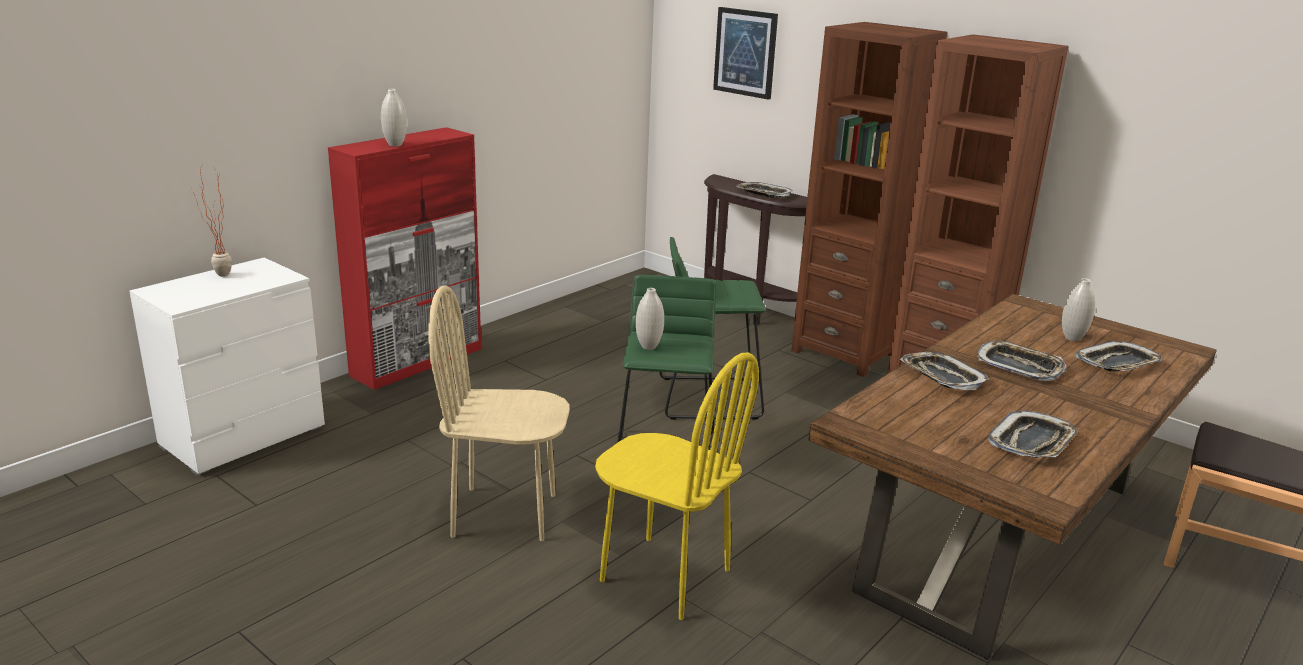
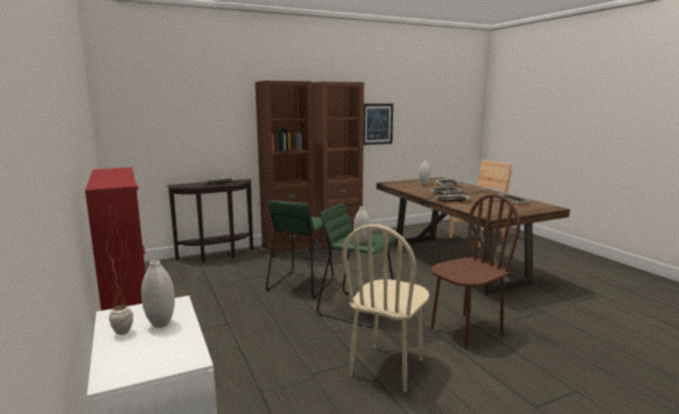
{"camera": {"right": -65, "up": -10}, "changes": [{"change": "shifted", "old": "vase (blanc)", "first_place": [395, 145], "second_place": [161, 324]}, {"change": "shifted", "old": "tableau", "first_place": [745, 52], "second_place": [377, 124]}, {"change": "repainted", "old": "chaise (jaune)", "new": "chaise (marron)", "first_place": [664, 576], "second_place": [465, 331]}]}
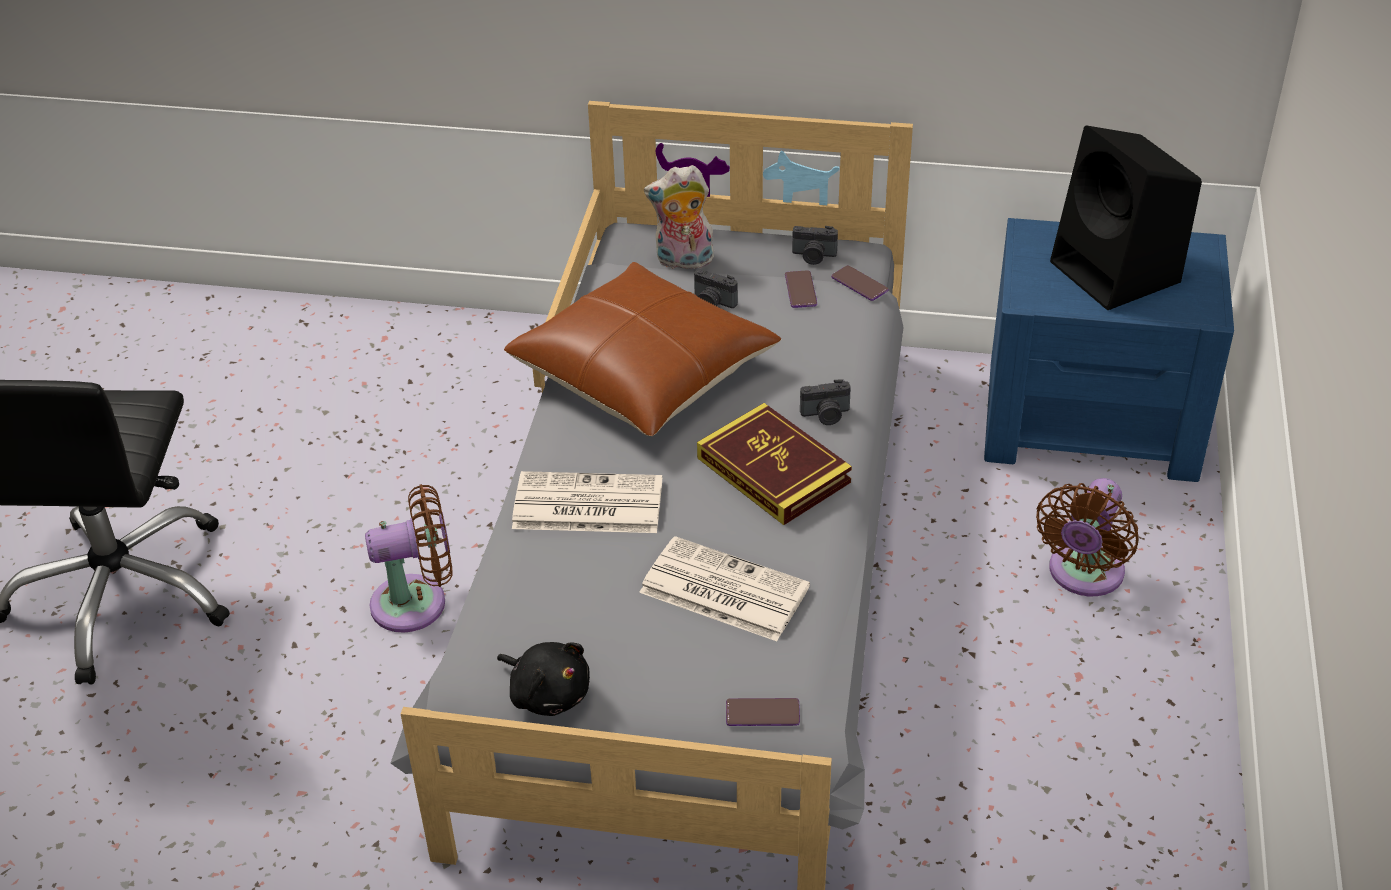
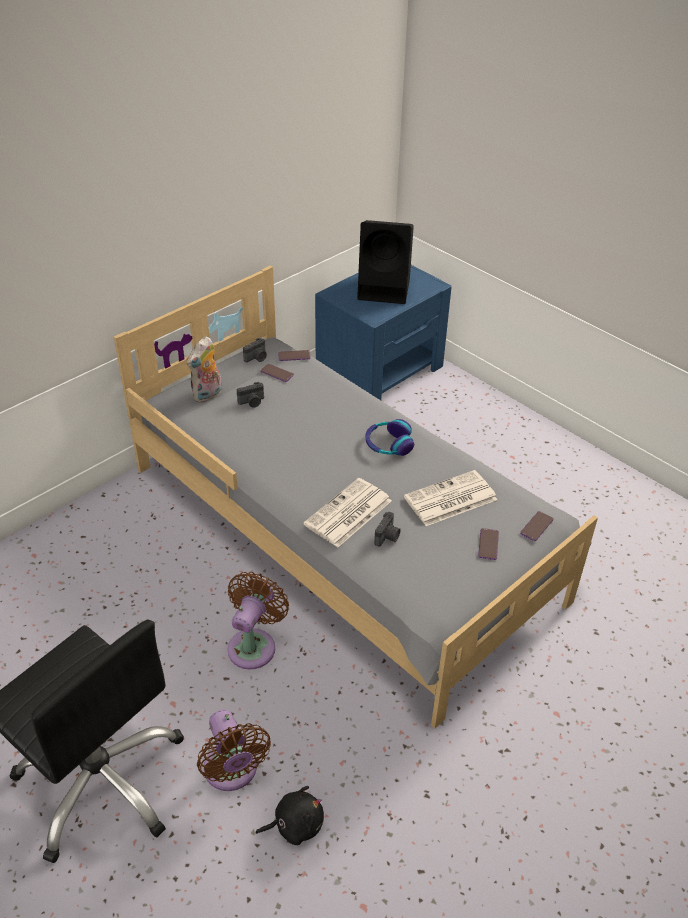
{"camera": {"right": -55, "up": 0}, "changes": [{"change": "gone", "old": "coussin (marron)", "first_place": [643, 371]}, {"change": "new", "new": "téléphone", "second_place": [488, 544]}, {"change": "shifted", "old": "peluche (noir)", "first_place": [547, 693], "second_place": [295, 824]}, {"change": "shifted", "old": "appareil photo", "first_place": [826, 415], "second_place": [387, 537]}, {"change": "shifted", "old": "ventilateur (marron)", "first_place": [1083, 575], "second_place": [232, 772]}, {"change": "swapped", "old": "livre", "new": "casque audio", "first_place": [773, 470], "second_place": [388, 444]}]}
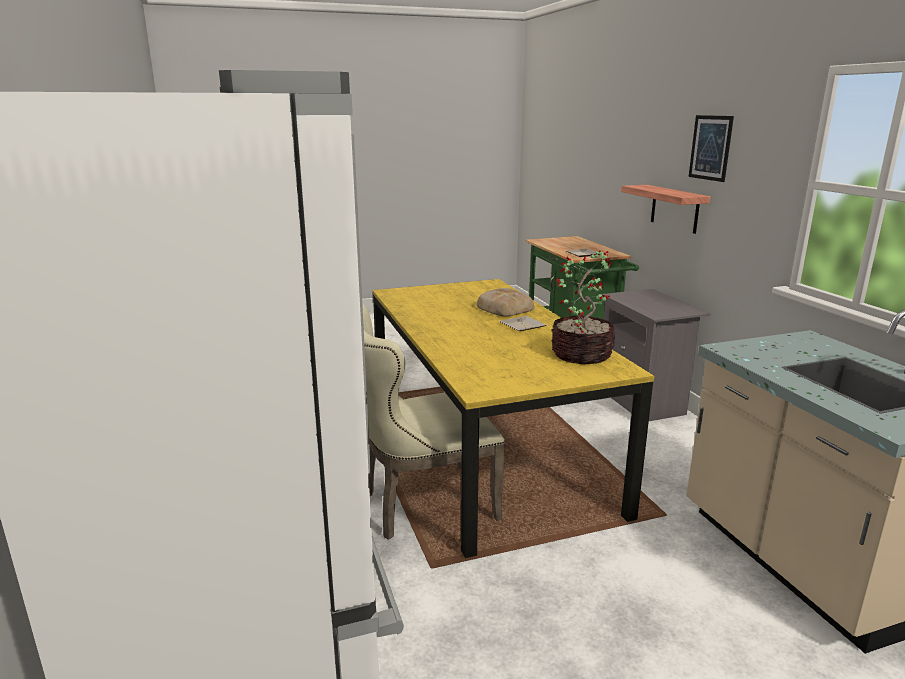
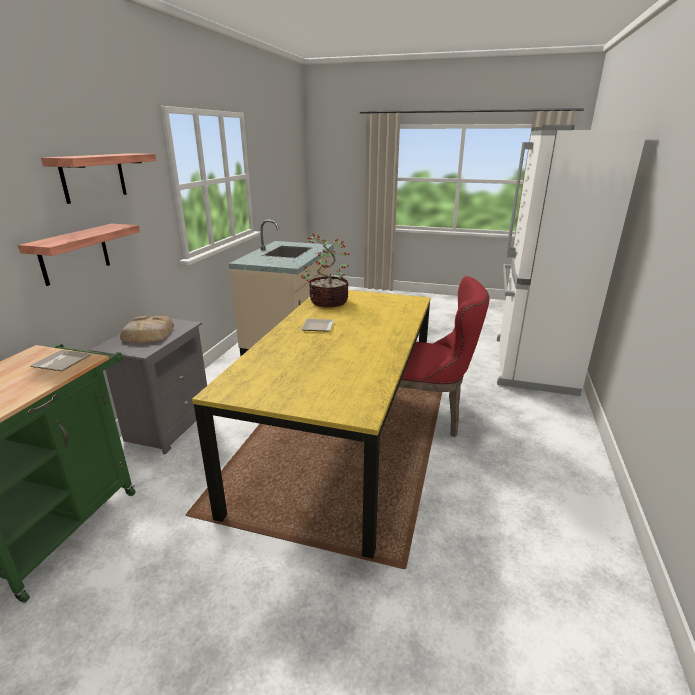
{"camera": {"right": -145, "up": 5}, "changes": [{"change": "shifted", "old": "pain", "first_place": [504, 308], "second_place": [147, 334]}, {"change": "swapped", "old": "tableau", "new": "étagère", "first_place": [710, 148], "second_place": [93, 177]}, {"change": "repainted", "old": "chaise (beige)", "new": "chaise (rouge)", "first_place": [420, 505], "second_place": [424, 416]}]}
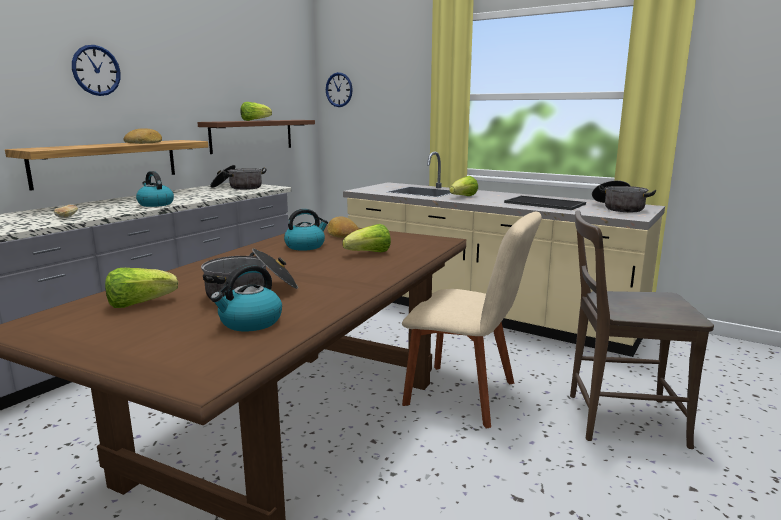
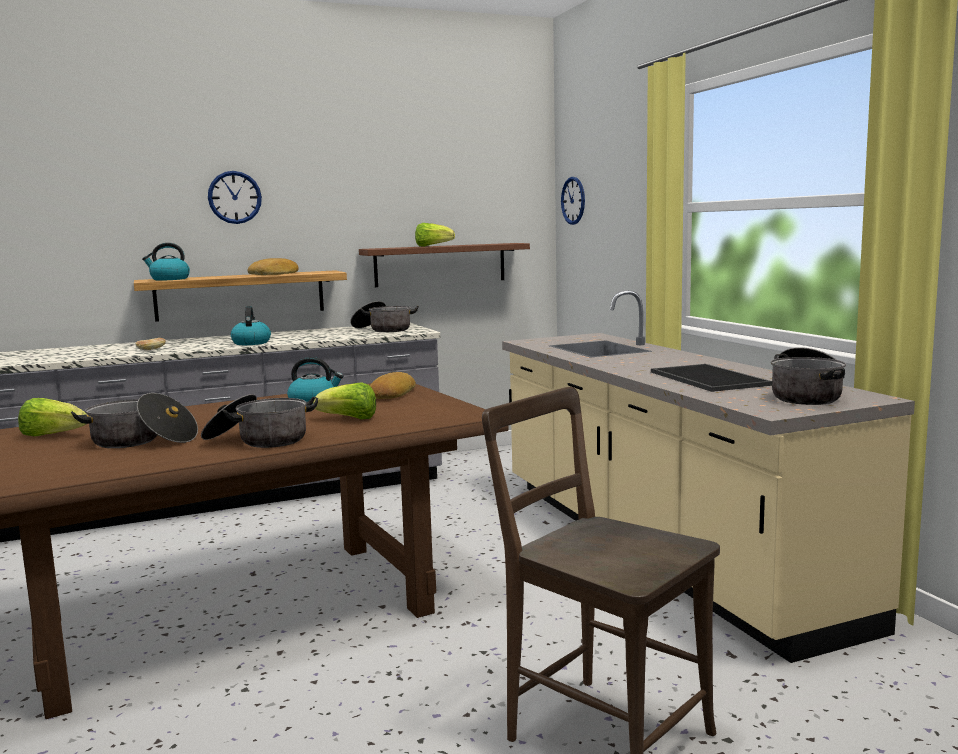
{"camera": {"right": 35, "up": -5}, "changes": [{"change": "gone", "old": "chaise (beige)", "first_place": [466, 395]}, {"change": "gone", "old": "laitue", "first_place": [463, 197]}, {"change": "new", "new": "marmite", "second_place": [258, 440]}, {"change": "shifted", "old": "bouilloire", "first_place": [250, 322], "second_place": [169, 279]}]}
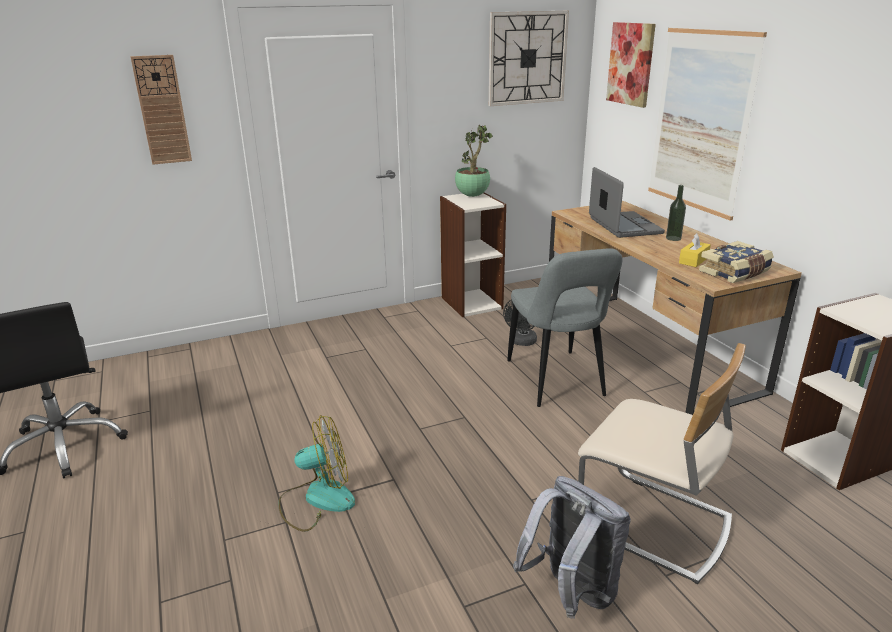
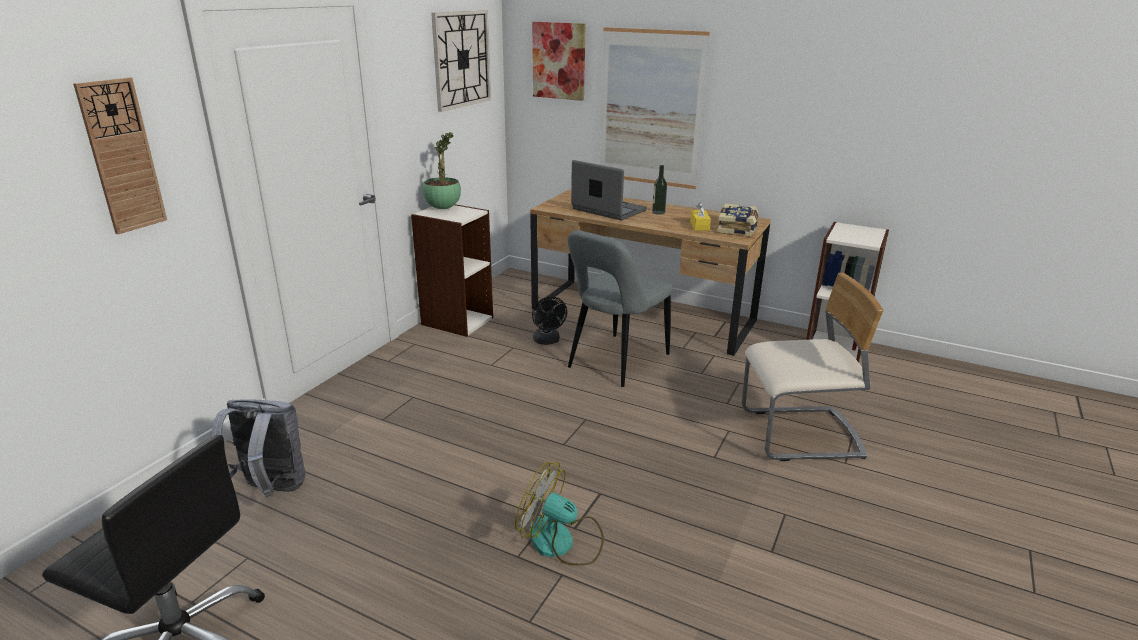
{"camera": {"right": -40, "up": 0}, "changes": [{"change": "shifted", "old": "sac à dos (gris)", "first_place": [571, 593], "second_place": [269, 491]}, {"change": "rotated", "old": "ventilateur", "first_place": [317, 499], "second_place": [561, 542], "degrees": -105}, {"change": "rotated", "old": "chaise (gris)", "first_place": [557, 381], "second_place": [615, 362], "degrees": 90}]}
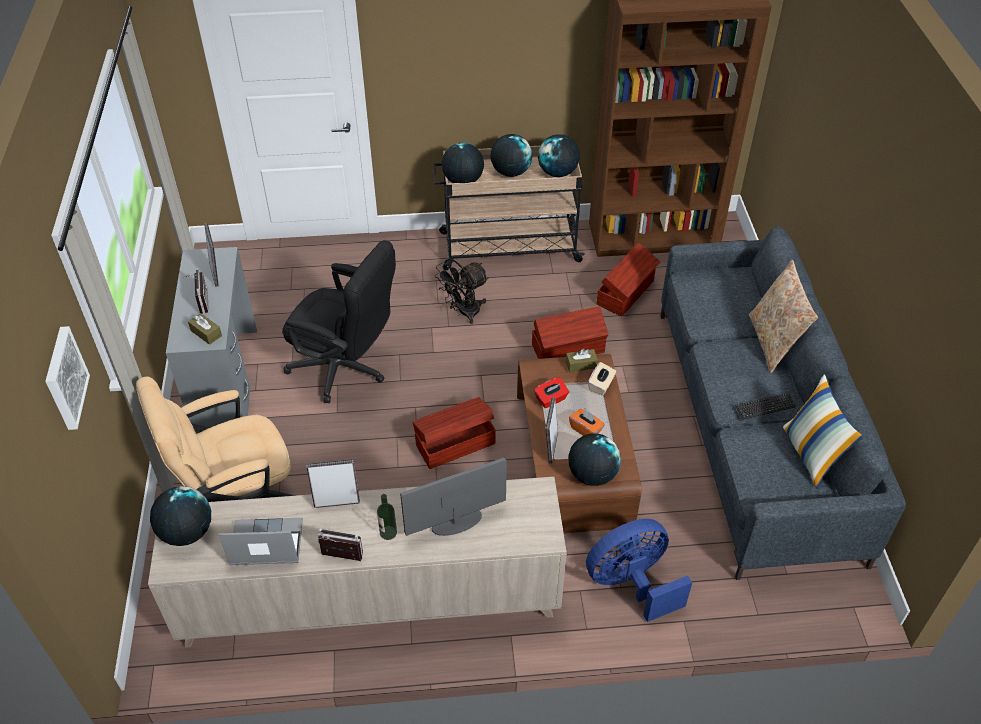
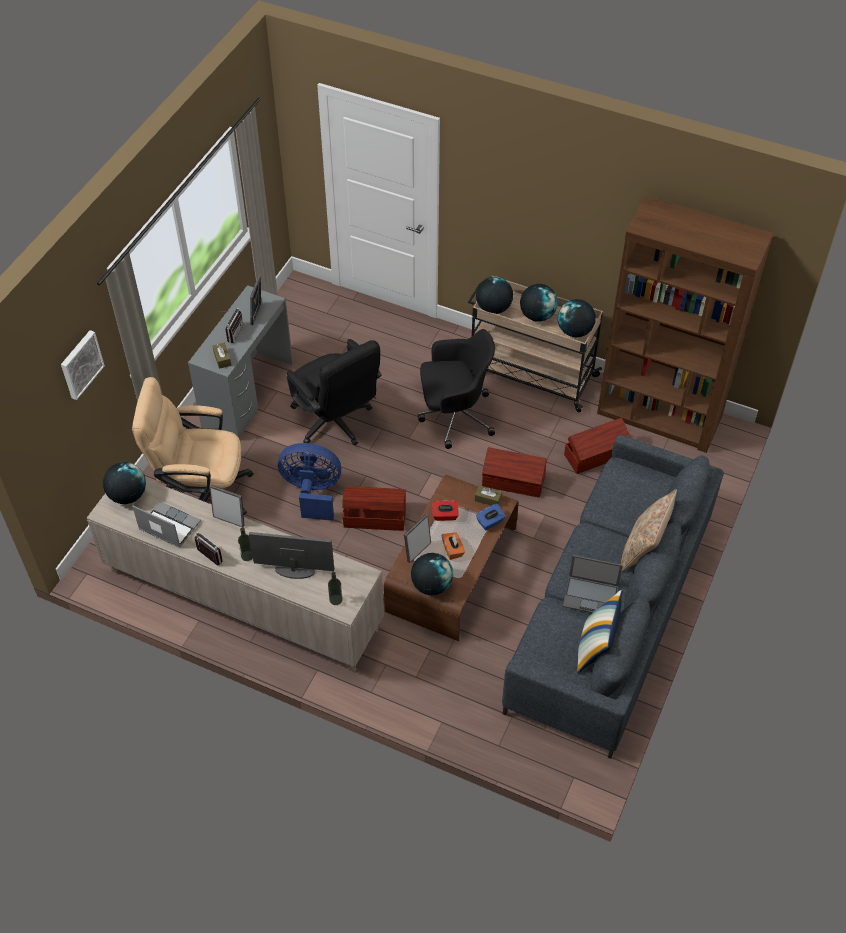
{"camera": {"right": 30, "up": 5}, "changes": [{"change": "new", "new": "bouteille", "second_place": [336, 599]}, {"change": "shifted", "old": "ventilateur (bleu)", "first_place": [631, 584], "second_place": [312, 493]}, {"change": "swapped", "old": "ventilateur (noir)", "new": "chaise de bureau (noir)", "first_place": [464, 312], "second_place": [454, 416]}, {"change": "swapped", "old": "clavier", "new": "ordinateur portable", "first_place": [765, 407], "second_place": [591, 596]}, {"change": "repainted", "old": "boîte à mouchoirs (beige)", "new": "boîte à mouchoirs (bleu)", "first_place": [601, 385], "second_place": [490, 522]}]}
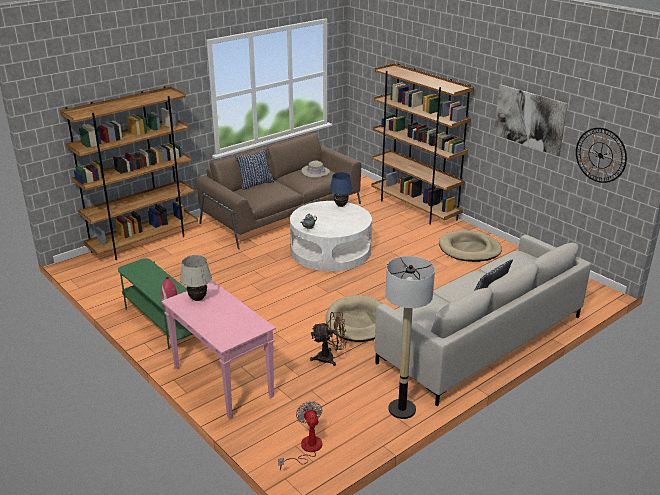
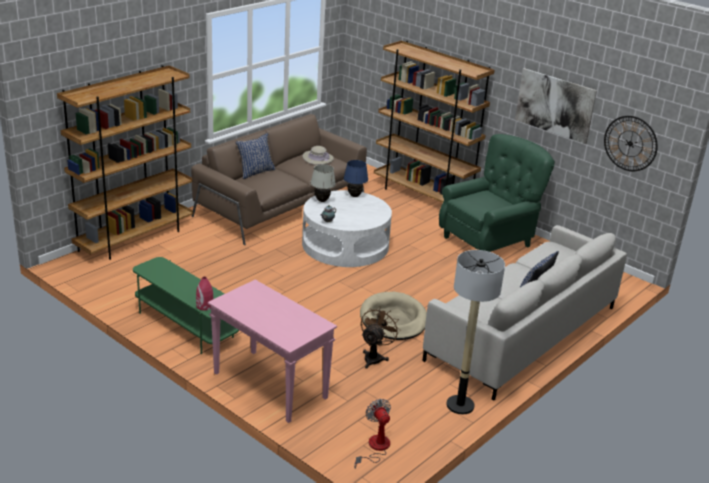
{"camera": {"right": -10, "up": 0}, "changes": [{"change": "shifted", "old": "lampe de table (blanc)", "first_place": [197, 299], "second_place": [322, 200]}, {"change": "swapped", "old": "panier pour chien (beige)", "new": "fauteuil (vert)", "first_place": [469, 249], "second_place": [490, 241]}, {"change": "rotated", "old": "ventilateur (marron)", "first_place": [330, 358], "second_place": [374, 357], "degrees": -45}]}
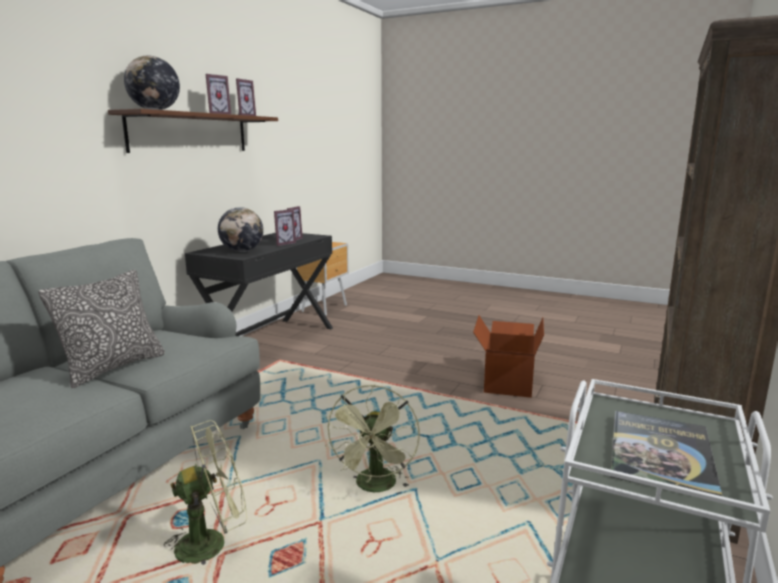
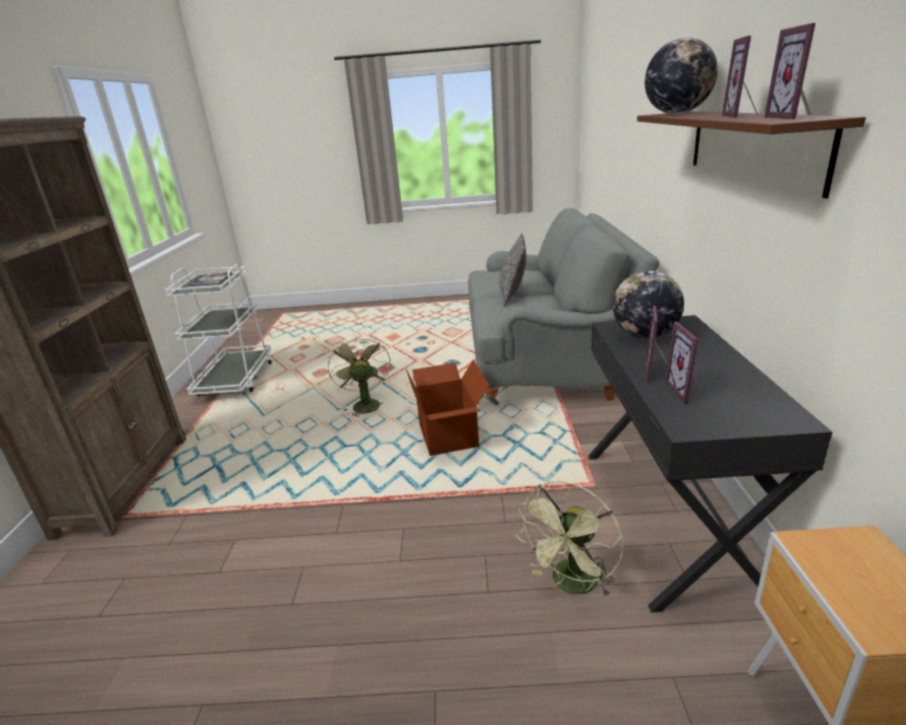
{"camera": {"right": 155, "up": 10}, "changes": [{"change": "shifted", "old": "ventilateur (vert)", "first_place": [211, 542], "second_place": [572, 585]}, {"change": "shifted", "old": "carton", "first_place": [507, 383], "second_place": [449, 435]}]}
